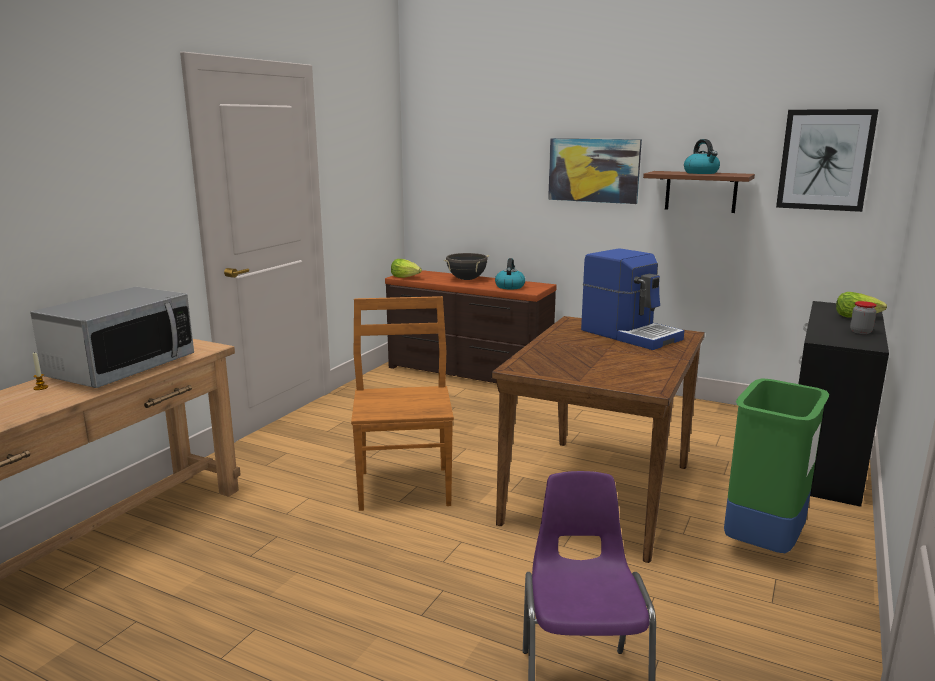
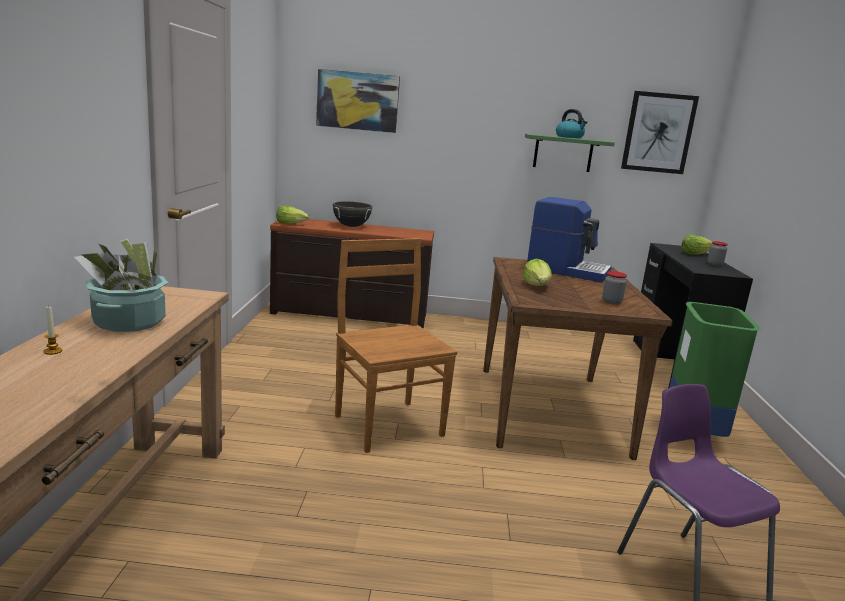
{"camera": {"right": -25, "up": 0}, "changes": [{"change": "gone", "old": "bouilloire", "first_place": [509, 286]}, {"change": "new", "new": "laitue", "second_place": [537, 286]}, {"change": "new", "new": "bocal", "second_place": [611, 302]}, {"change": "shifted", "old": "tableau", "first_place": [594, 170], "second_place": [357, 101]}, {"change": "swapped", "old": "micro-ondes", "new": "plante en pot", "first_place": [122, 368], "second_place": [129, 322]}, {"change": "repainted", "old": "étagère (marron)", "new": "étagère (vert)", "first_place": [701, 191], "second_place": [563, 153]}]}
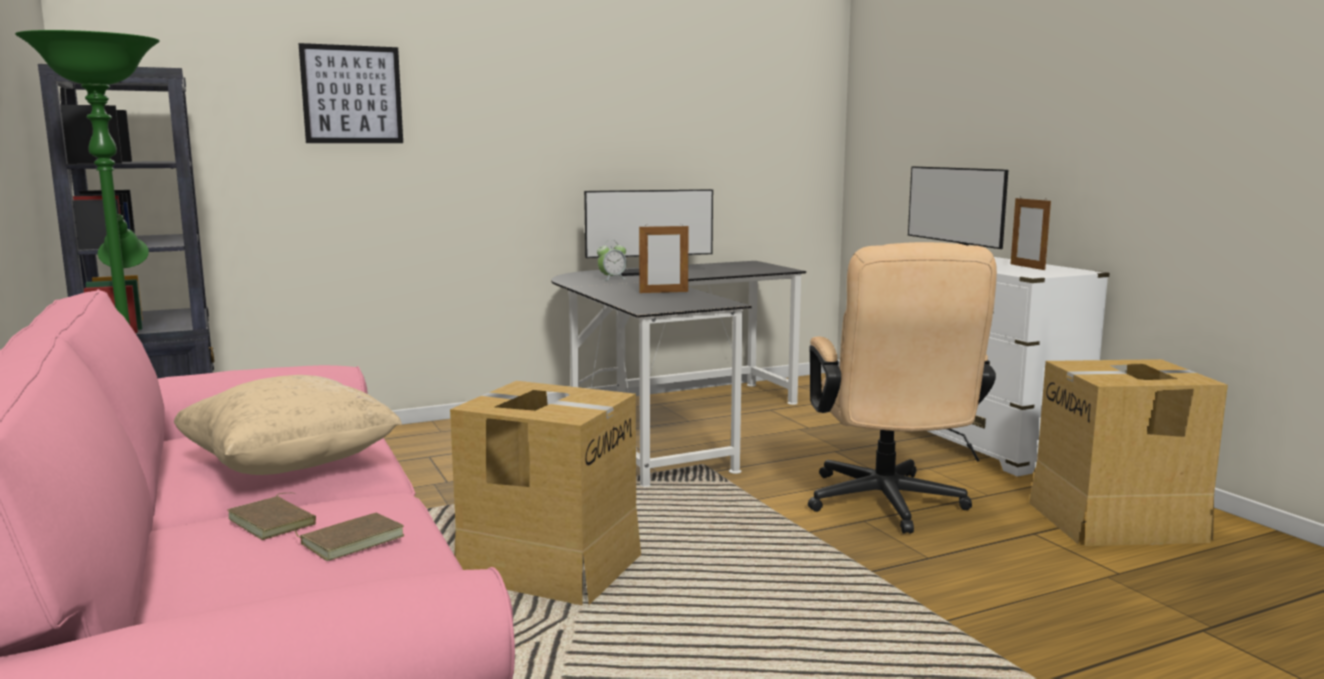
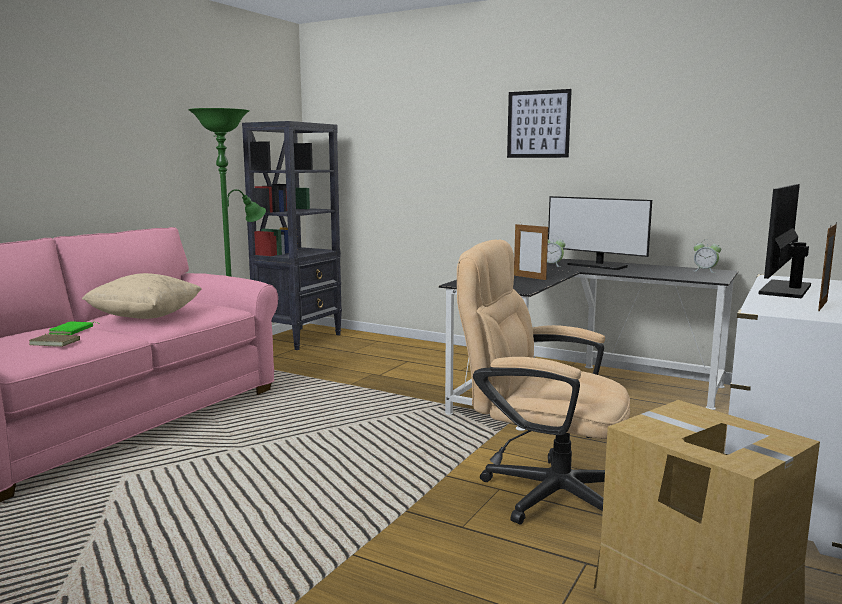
{"camera": {"right": 55, "up": 0}, "changes": [{"change": "gone", "old": "carton", "first_place": [550, 566]}, {"change": "new", "new": "réveil", "second_place": [705, 271]}, {"change": "shifted", "old": "tableau", "first_place": [352, 94], "second_place": [538, 124]}, {"change": "repainted", "old": "livre (marron)", "new": "livre (vert)", "first_place": [275, 521], "second_place": [72, 331]}, {"change": "rotated", "old": "chaise de bureau (beige)", "first_place": [887, 507], "second_place": [542, 491], "degrees": 60}]}
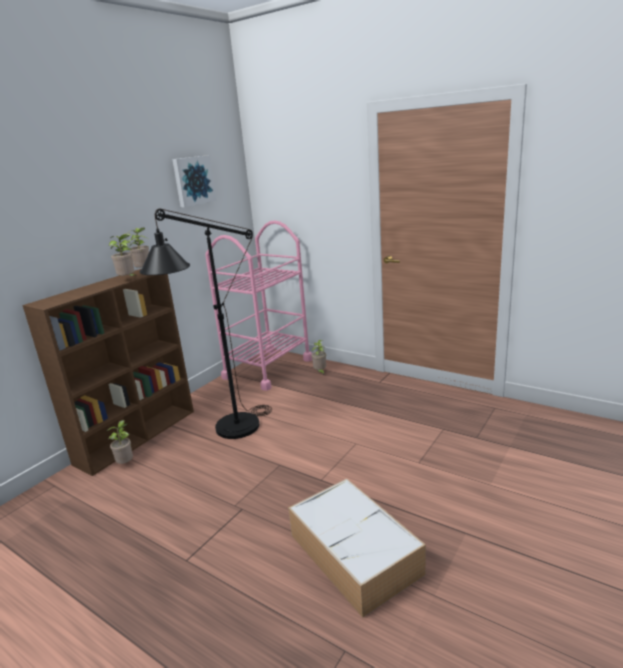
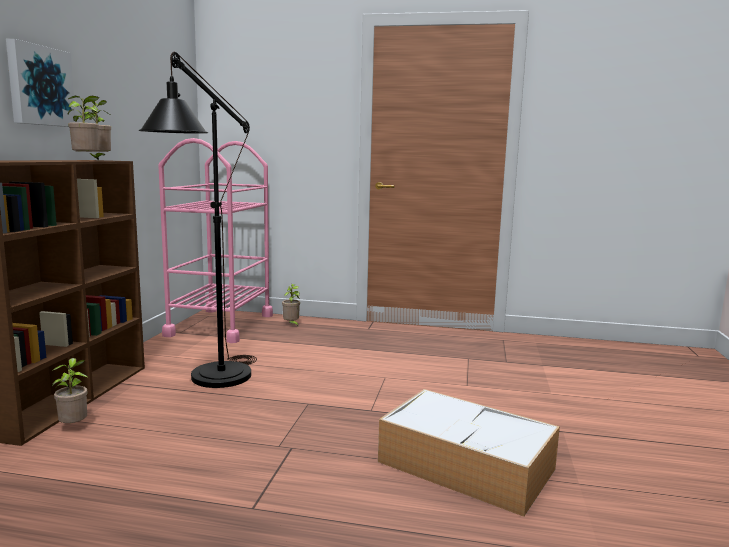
{"camera": {"right": -25, "up": -10}, "changes": [{"change": "shifted", "old": "tableau", "first_place": [193, 181], "second_place": [39, 86]}]}
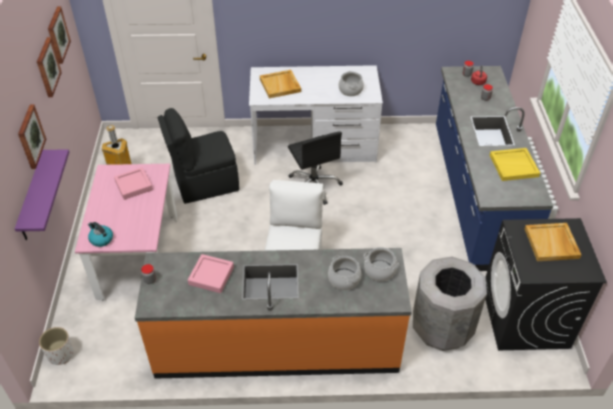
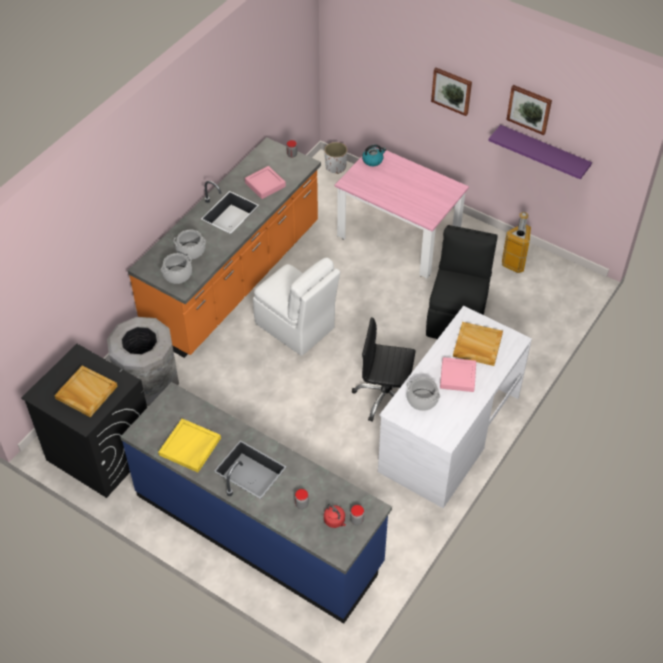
{"camera": {"right": 125, "up": 5}, "changes": [{"change": "gone", "old": "tableau", "first_place": [57, 35]}, {"change": "shifted", "old": "étagère (violet)", "first_place": [33, 197], "second_place": [543, 152]}, {"change": "shifted", "old": "plateau (rose)", "first_place": [134, 185], "second_place": [457, 377]}]}
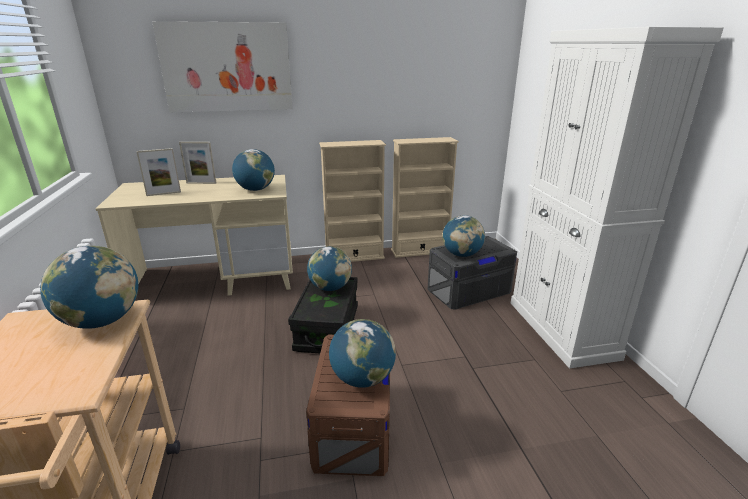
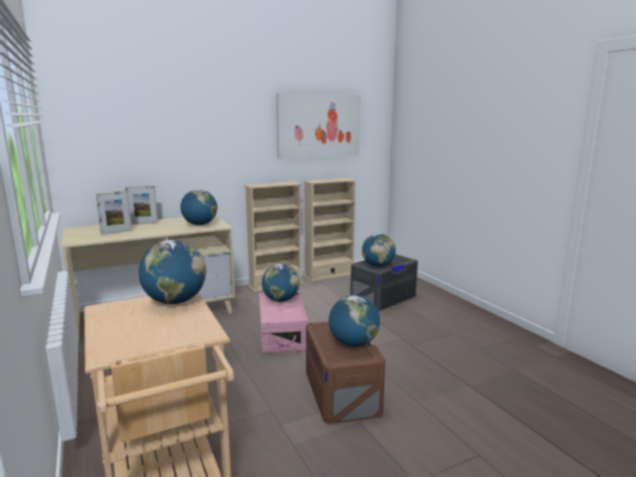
{"camera": {"right": -15, "up": -10}, "changes": [{"change": "gone", "old": "meuble de rangement (blanc)", "first_place": [561, 329]}, {"change": "shifted", "old": "tableau", "first_place": [227, 67], "second_place": [319, 125]}, {"change": "repainted", "old": "boîte de rangement (noir)", "new": "boîte de rangement (rose)", "first_place": [327, 328], "second_place": [282, 335]}]}
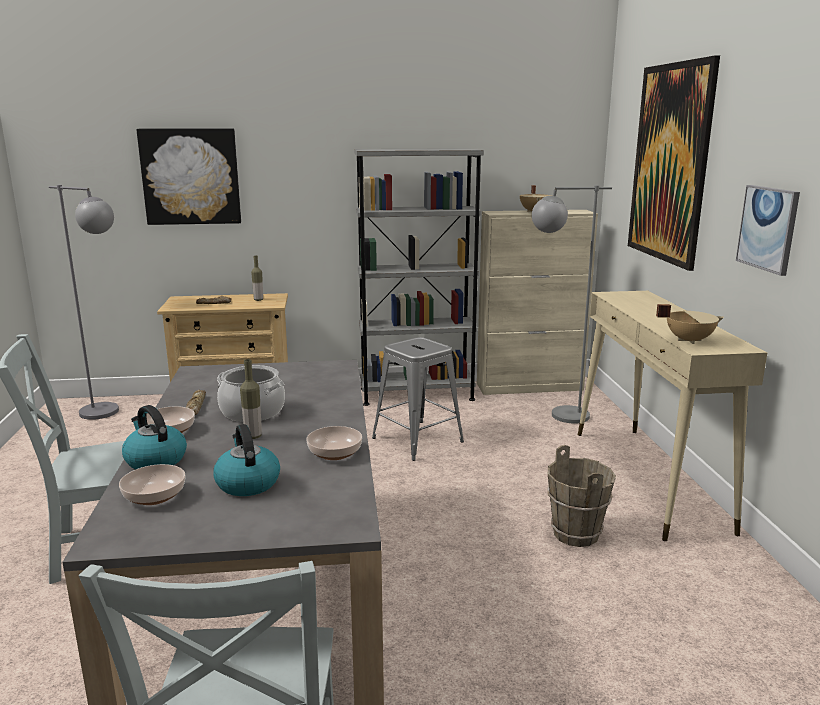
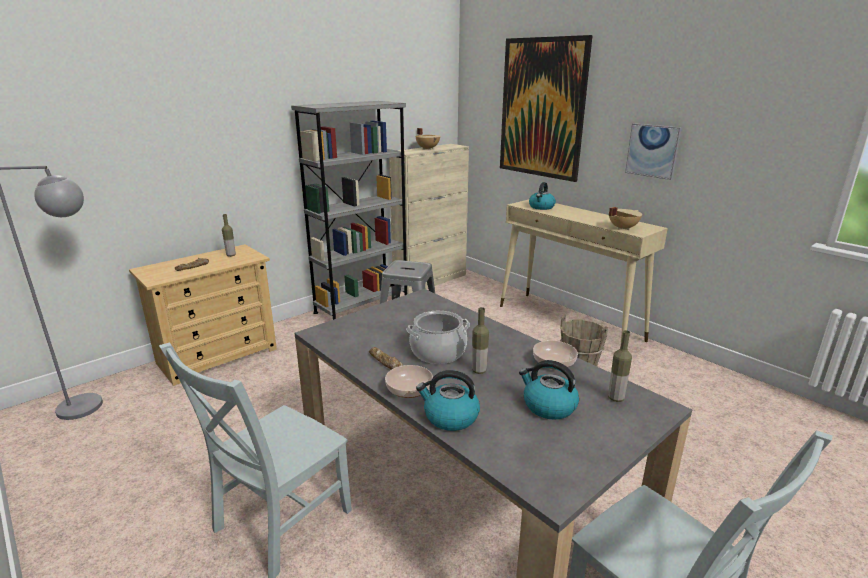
{"camera": {"right": -35, "up": 5}, "changes": [{"change": "gone", "old": "bol", "first_place": [153, 496]}, {"change": "gone", "old": "tableau", "first_place": [191, 176]}, {"change": "gone", "old": "lampadaire (gris)", "first_place": [556, 416]}, {"change": "new", "new": "bouilloire", "second_place": [541, 207]}, {"change": "new", "new": "bouteille", "second_place": [616, 398]}]}
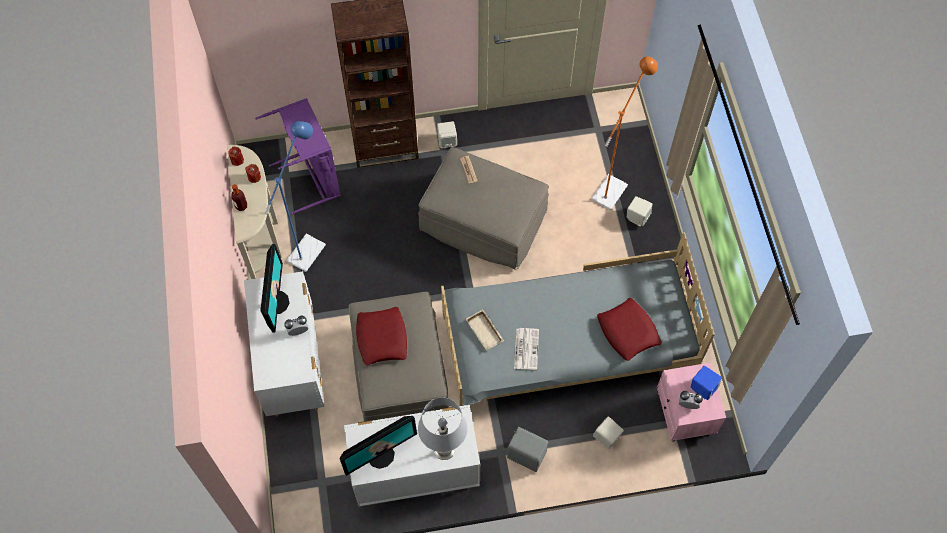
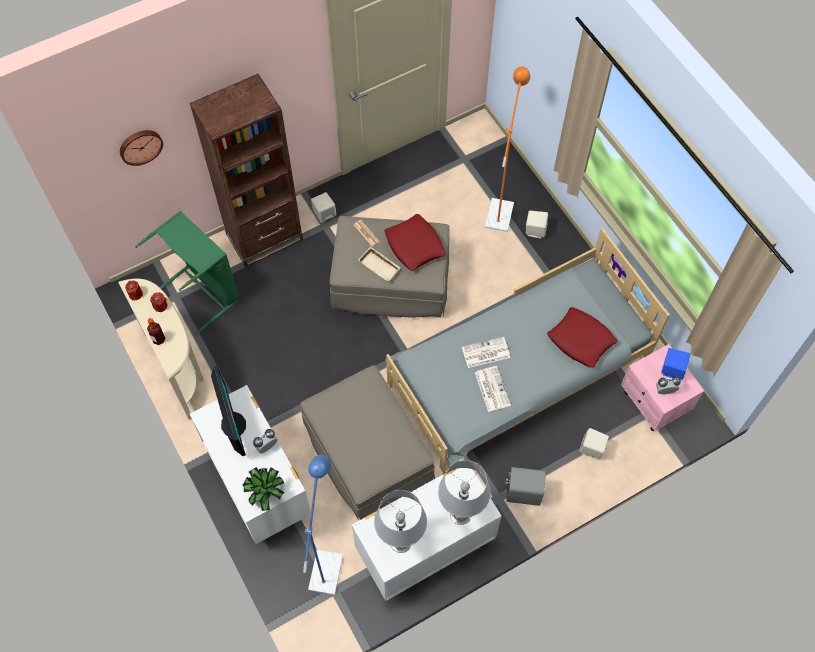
{"camera": {"right": -20, "up": 0}, "changes": [{"change": "new", "new": "horloge murale", "second_place": [140, 146]}, {"change": "new", "new": "plante en pot", "second_place": [266, 494]}, {"change": "new", "new": "journal", "second_place": [485, 353]}, {"change": "shifted", "old": "lampadaire (bleu)", "first_place": [310, 247], "second_place": [327, 564]}, {"change": "shifted", "old": "coussin (rouge)", "first_place": [382, 338], "second_place": [415, 246]}, {"change": "shifted", "old": "plateau (beige)", "first_place": [486, 331], "second_place": [380, 266]}, {"change": "swapped", "old": "écran d'ordinateur", "new": "lampe de table (gris)", "first_place": [381, 455], "second_place": [400, 541]}, {"change": "repainted", "old": "panier à linge (violet)", "new": "panier à linge (vert)", "first_place": [312, 177], "second_place": [204, 291]}]}
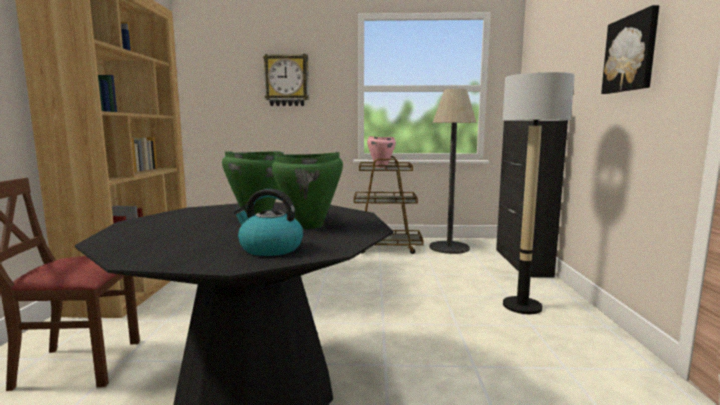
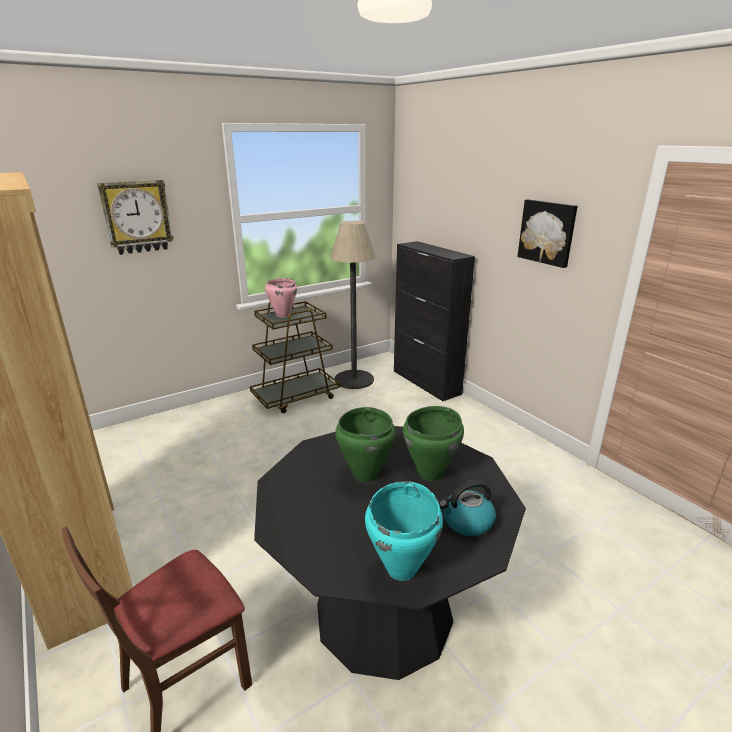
{"camera": {"right": -35, "up": 15}, "changes": [{"change": "gone", "old": "lampadaire", "first_place": [522, 306]}, {"change": "new", "new": "marmite (turquoise)", "second_place": [402, 568]}]}
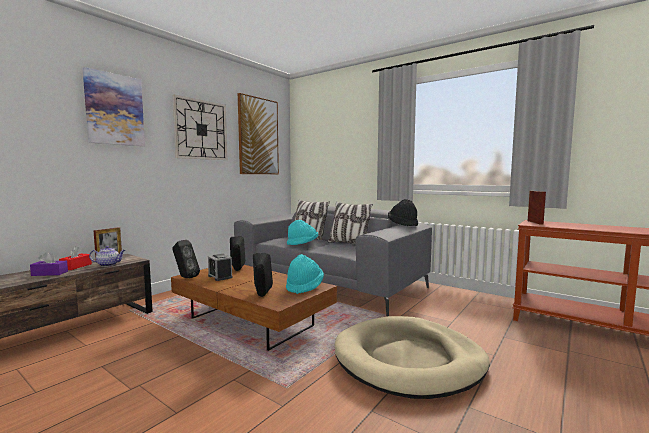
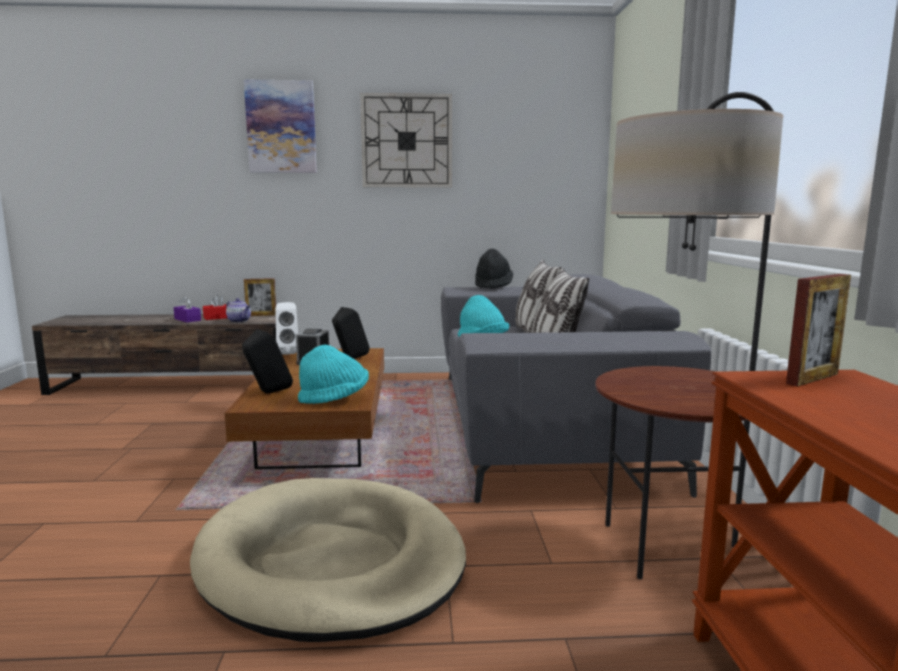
{"camera": {"right": 50, "up": 5}, "changes": [{"change": "gone", "old": "tableau", "first_place": [258, 136]}, {"change": "new", "new": "lampadaire", "second_place": [671, 548]}, {"change": "shifted", "old": "chapeau (noir)", "first_place": [403, 224], "second_place": [493, 286]}, {"change": "repainted", "old": "enceinte (noir)", "new": "enceinte (blanc)", "first_place": [185, 277], "second_place": [288, 353]}]}
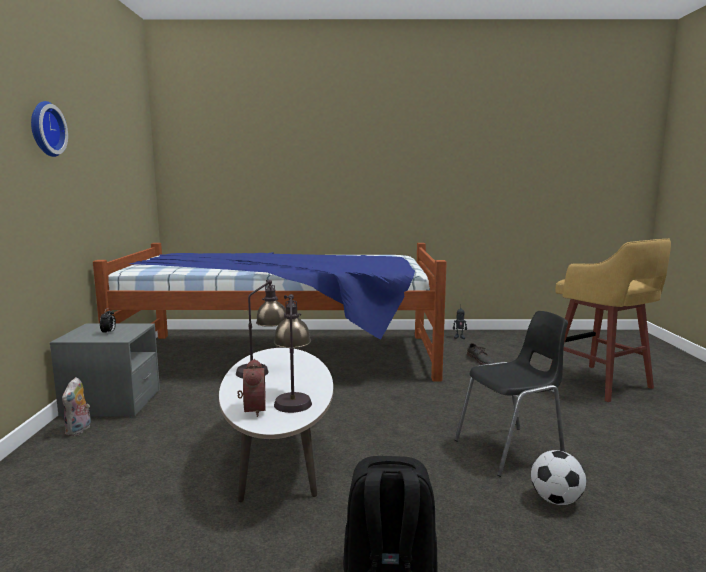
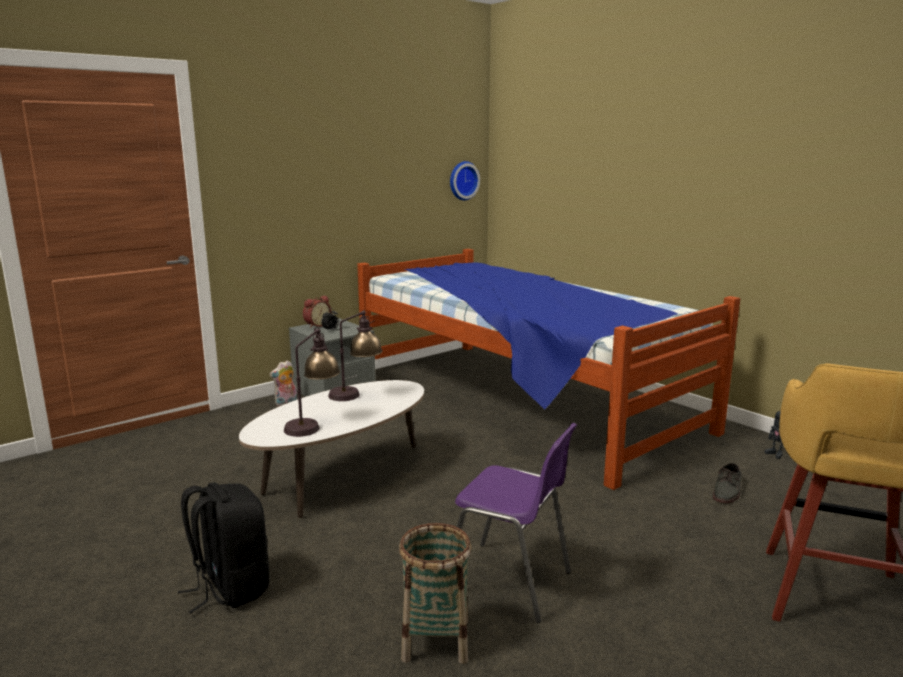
{"camera": {"right": 50, "up": 5}, "changes": [{"change": "shifted", "old": "horloge murale", "first_place": [44, 129], "second_place": [462, 180]}, {"change": "shifted", "old": "réveil", "first_place": [252, 409], "second_place": [316, 325]}, {"change": "swapped", "old": "ballon de foot", "new": "panier", "first_place": [556, 500], "second_place": [435, 640]}, {"change": "repainted", "old": "chaise (noir)", "new": "chaise (violet)", "first_place": [511, 449], "second_place": [510, 583]}]}
